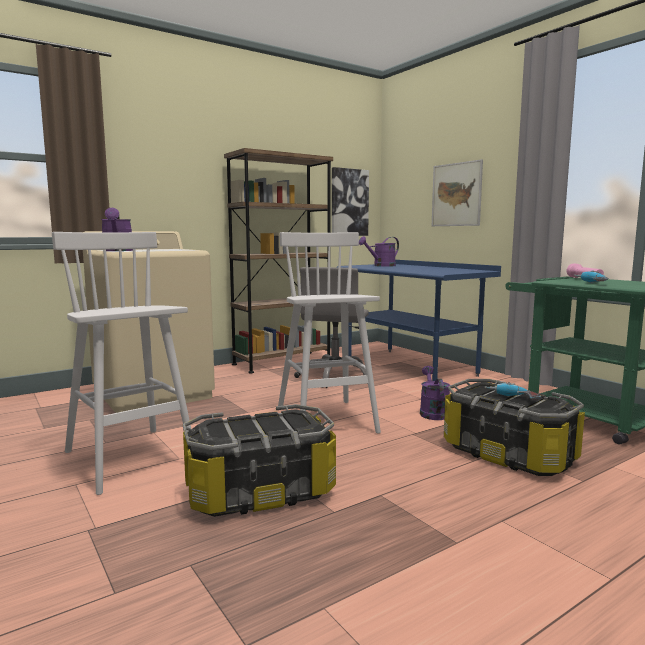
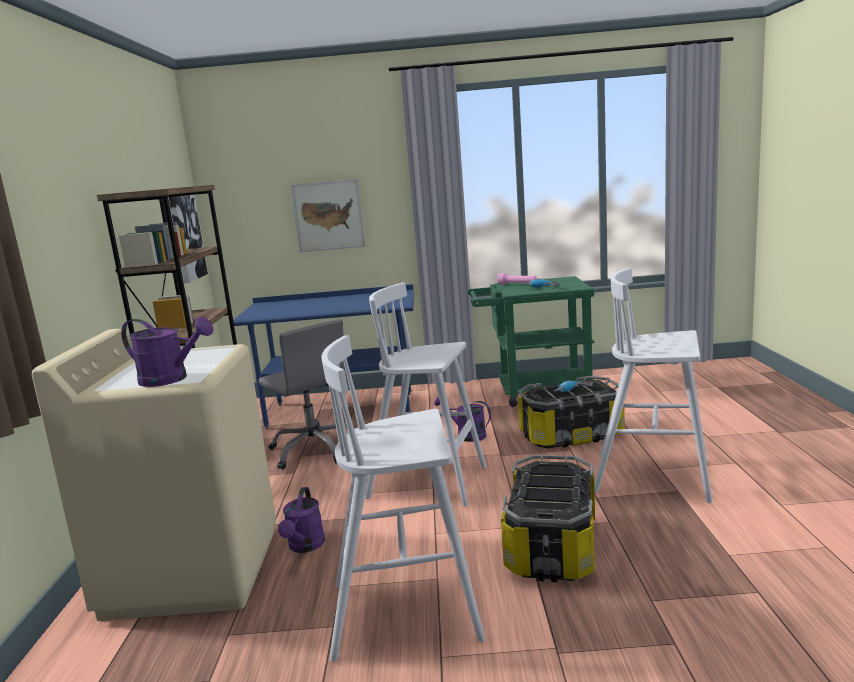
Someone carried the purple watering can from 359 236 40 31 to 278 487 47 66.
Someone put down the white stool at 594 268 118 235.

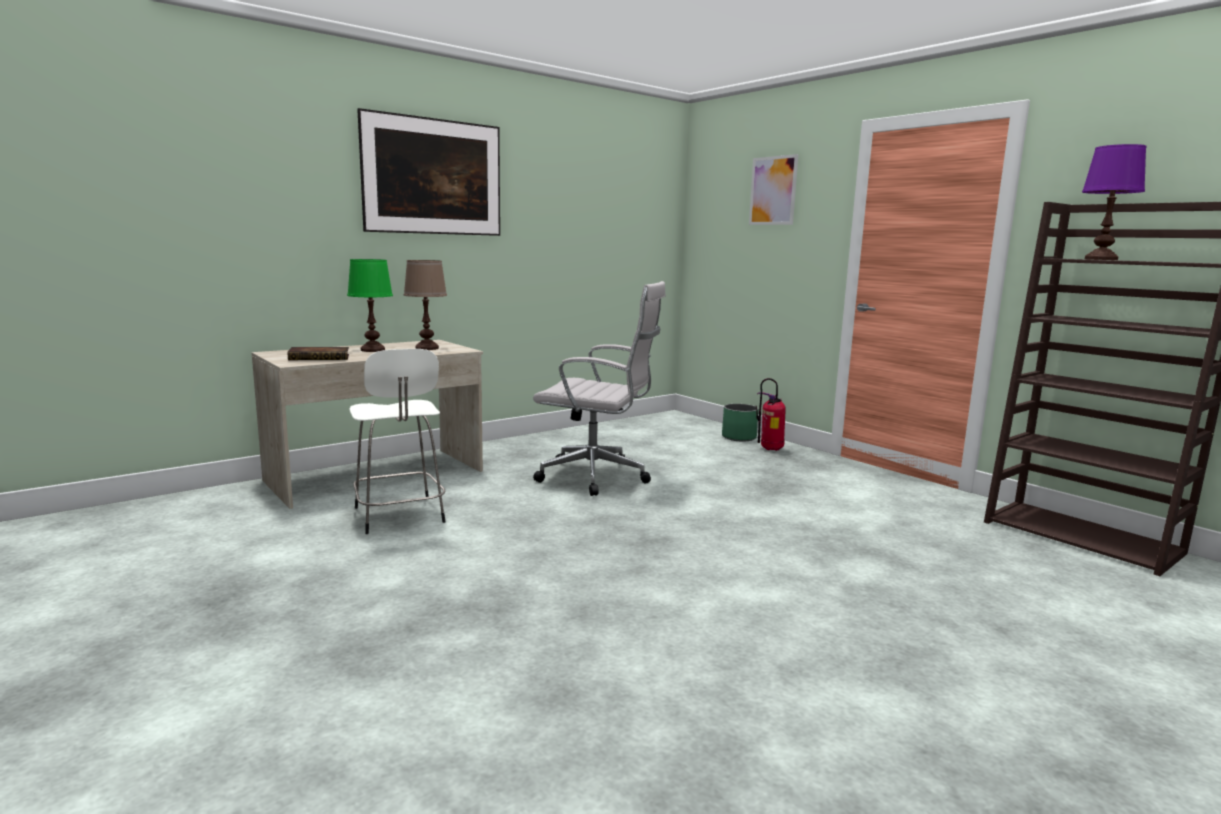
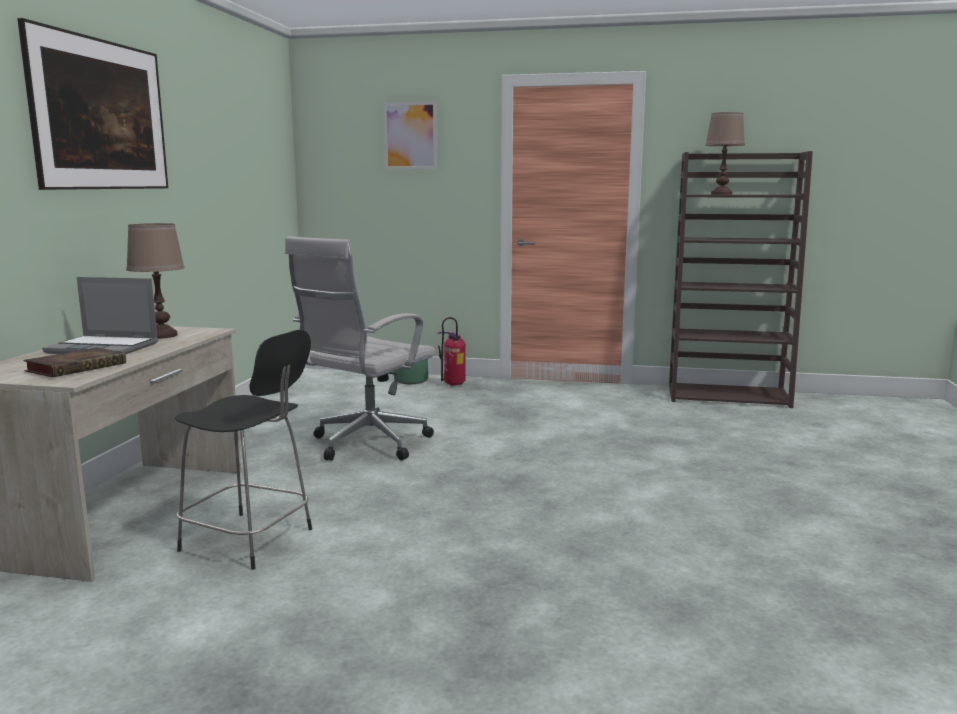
Someone repainted the purple table lamp at 1082 144 64 116, which became the brown table lamp at 705 112 40 83.
Someone swapped the green table lamp at 347 259 46 93 for the laptop at 42 277 116 77.
Someone rotated the white office chair at 533 281 133 215 by 150 degrees clockwise.
Someone repainted the white stool at 350 349 95 185, which became the black stool at 175 330 137 240.

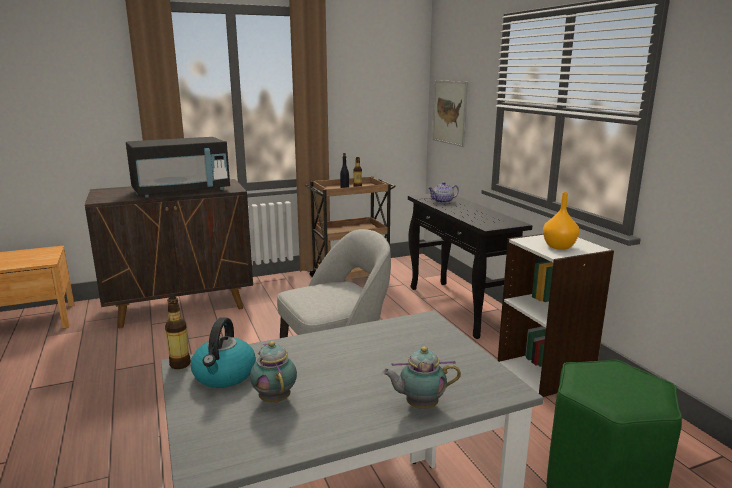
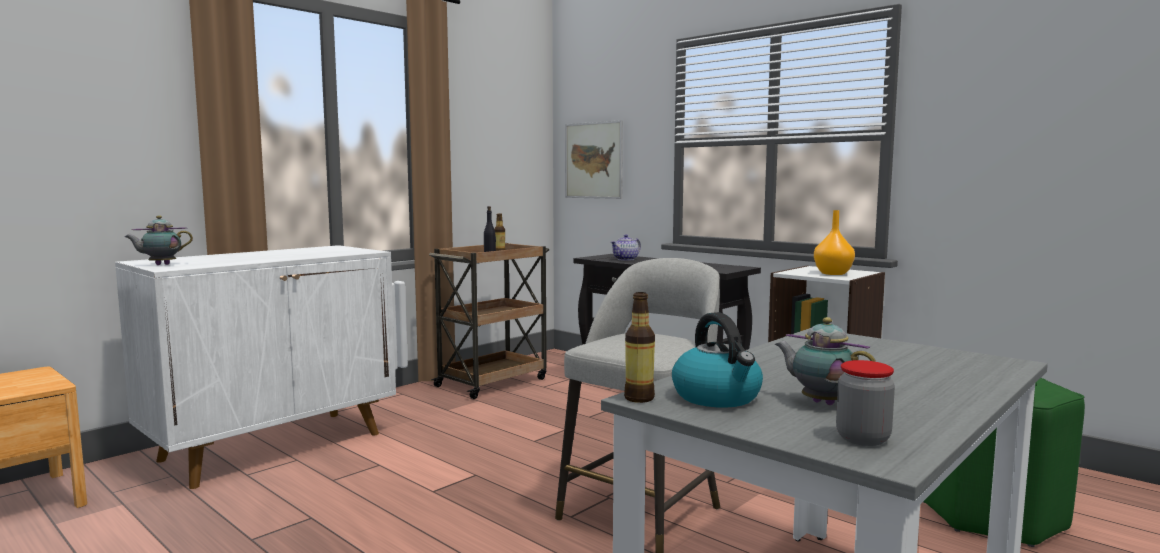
Someone took away the black microwave at 126 137 104 61.
Someone repainted the brown cabinet at 85 179 168 149, which became the white cabinet at 115 245 281 244.
Someone carried the teapot from 382 346 79 63 to 125 215 68 50.
Someone put down the jar at 836 360 59 86.

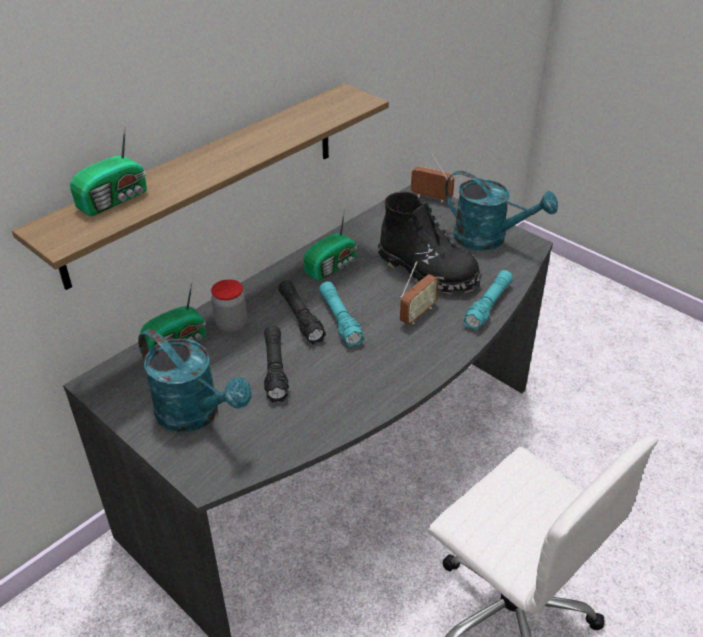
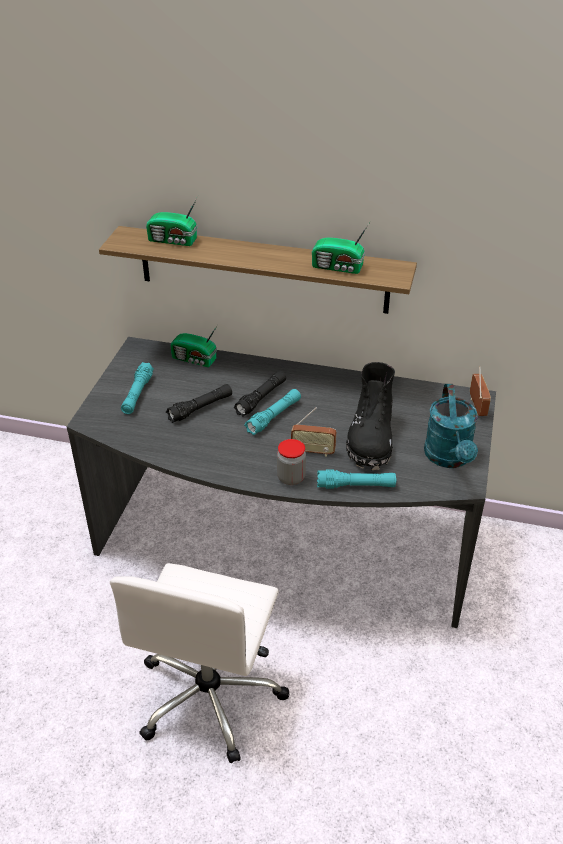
Someone carried the radio from 303 207 54 74 to 312 222 58 52.
Someone carried the jar from 211 279 36 54 to 277 439 29 46.
Someone swapped the turquoise watering can at 138 329 114 103 for the turquoise flashlight at 121 362 33 52.

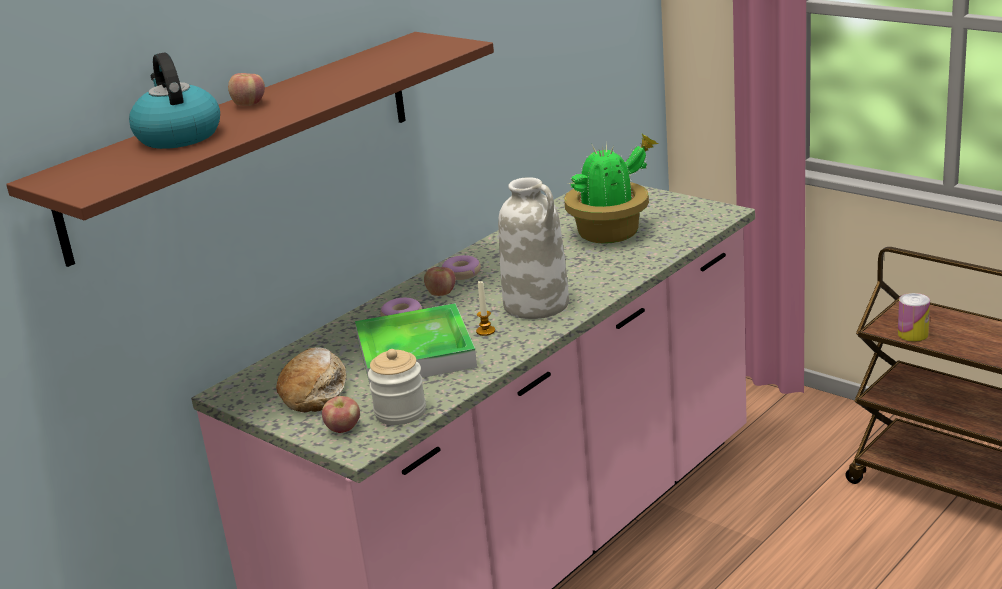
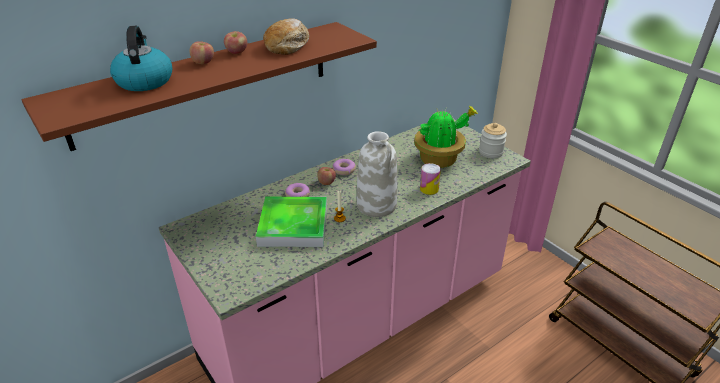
Someone carried the can from 898 293 32 49 to 420 163 21 32.
Someone carried the bread from 276 347 71 65 to 263 18 46 37.
Someone carried the jar from 368 349 58 76 to 479 123 28 35.
Someone carried the apple from 322 396 38 37 to 224 31 23 23.

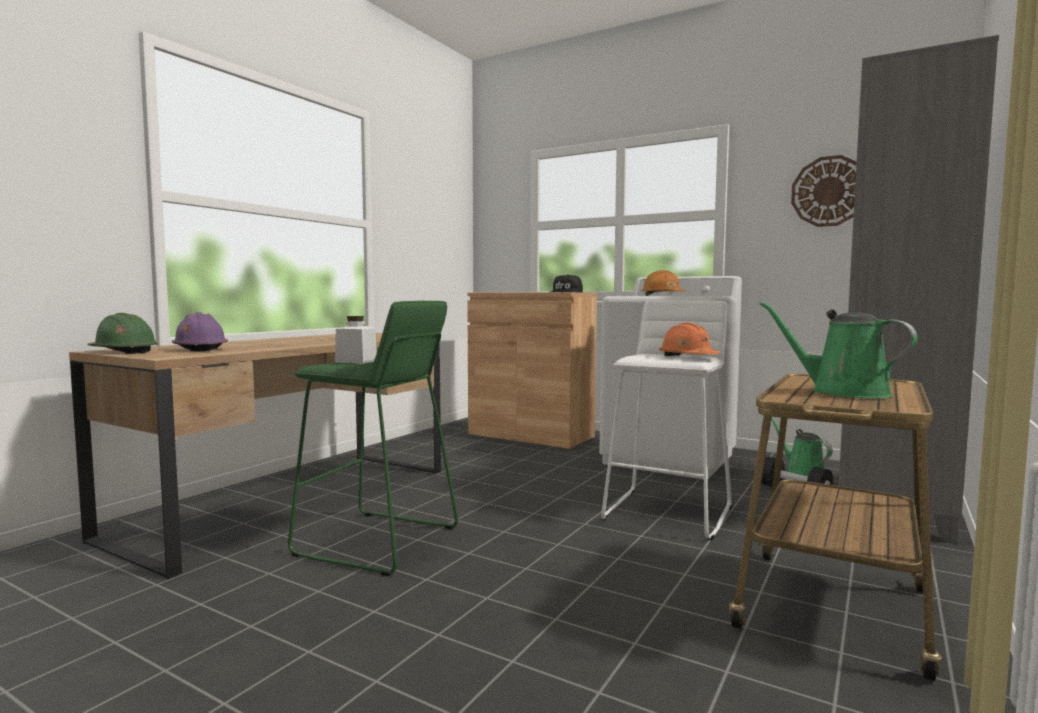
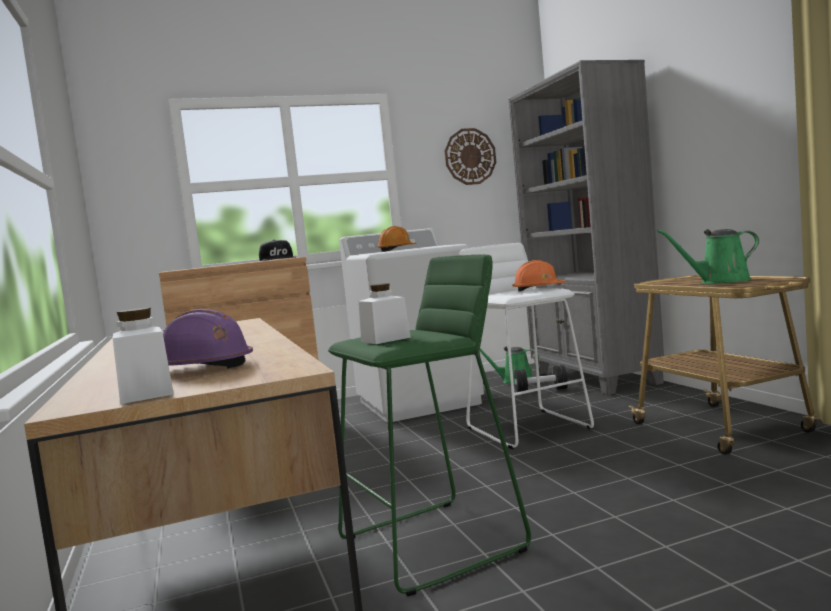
Someone swapped the green hard hat at 87 313 71 41 for the white jar at 113 308 61 96.

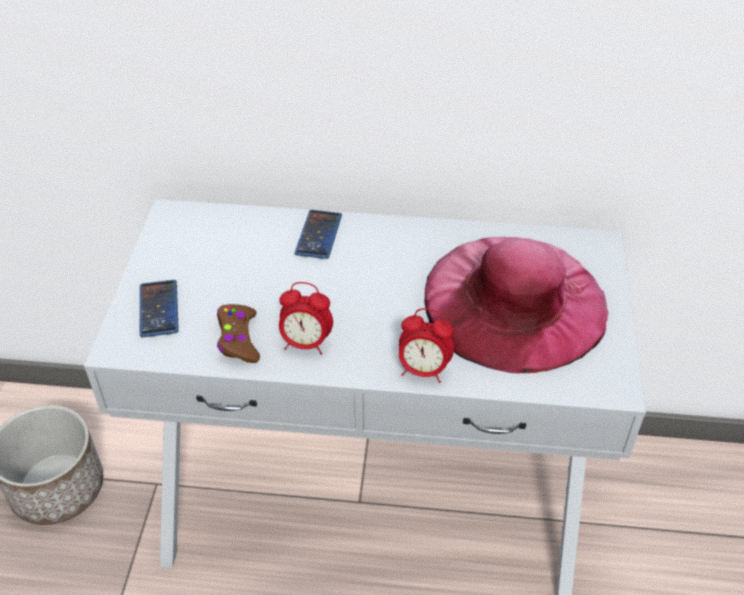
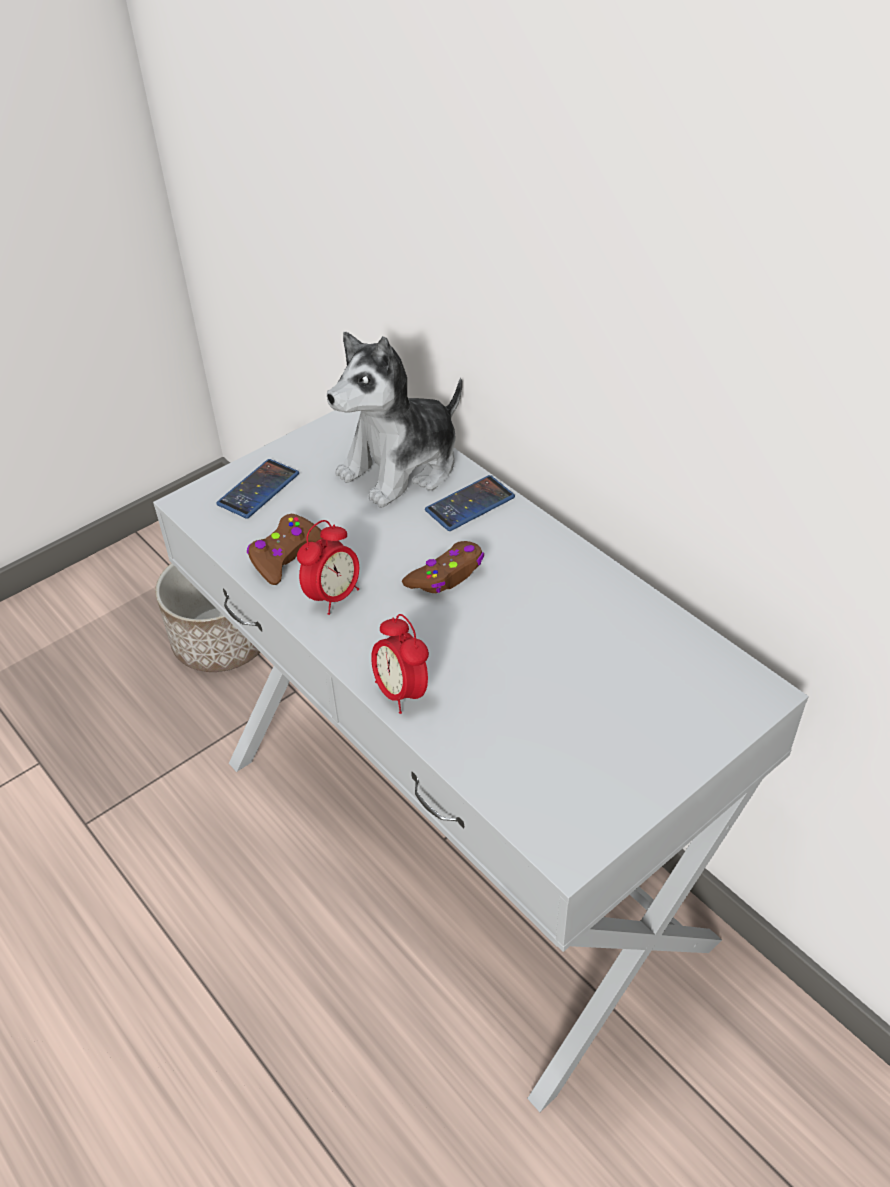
Someone took away the pink hat at 424 237 184 136.
Someone rotated the alarm clock at 279 282 54 73 by 105 degrees counterclockwise.
Someone put down the plush toy at 327 332 135 176.
Someone put down the brown game controller at 402 541 82 52.

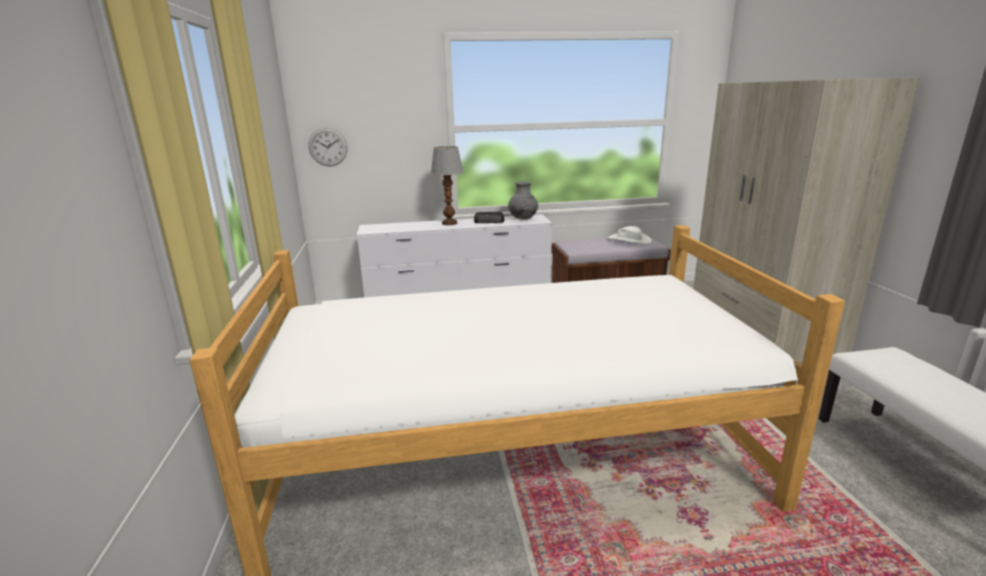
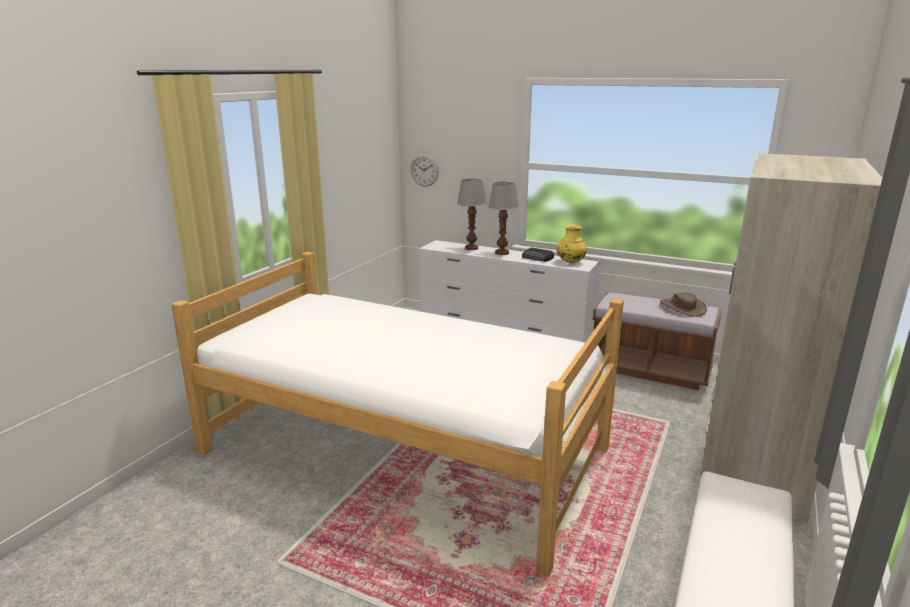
Someone repainted the grey vase at 508 181 30 39, which became the yellow vase at 556 225 31 38.
Someone repainted the white hat at 607 226 45 18, which became the brown hat at 660 293 47 24.
Someone put down the table lamp at 457 179 30 71.

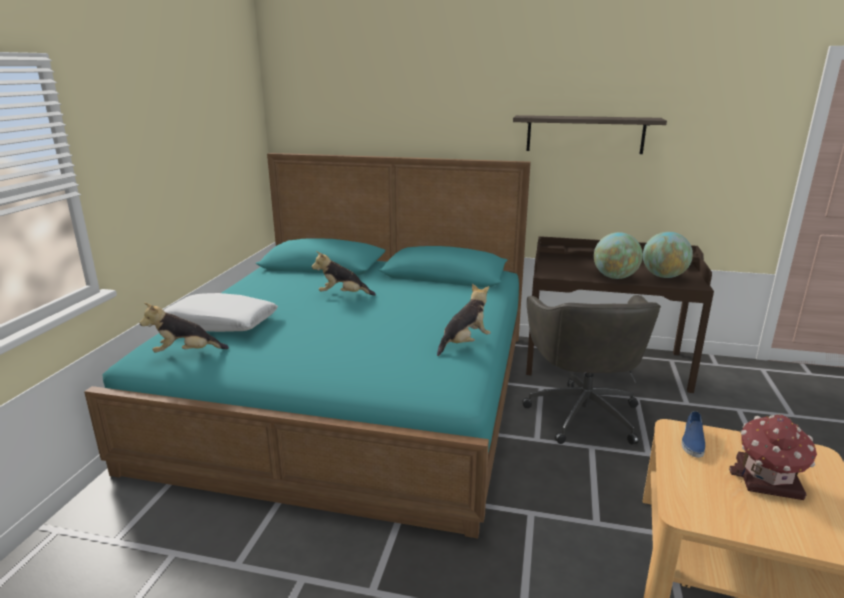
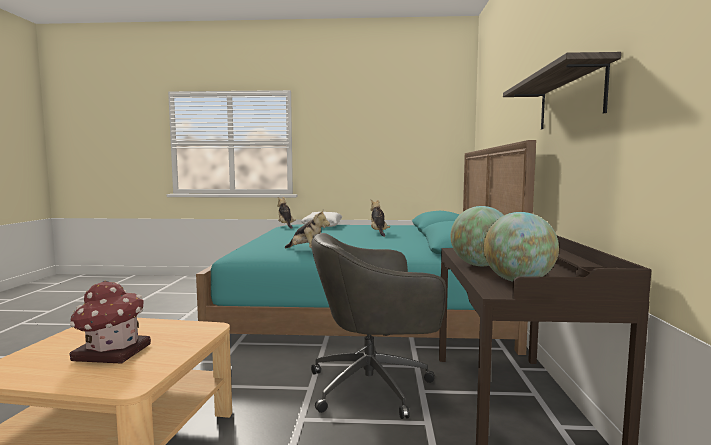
Someone took away the blue shoe at 681 411 24 47.

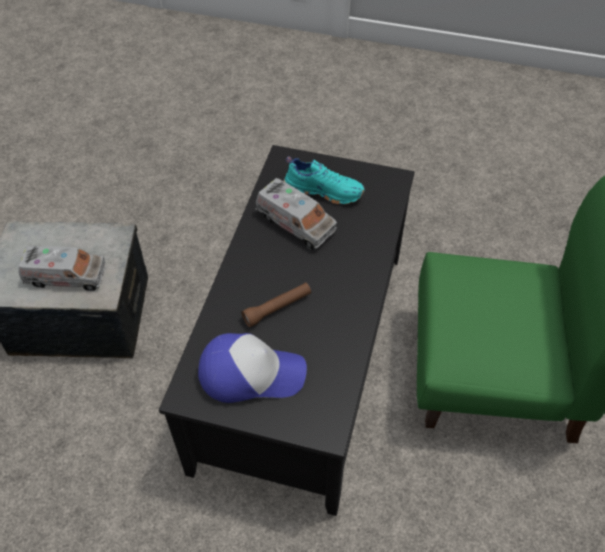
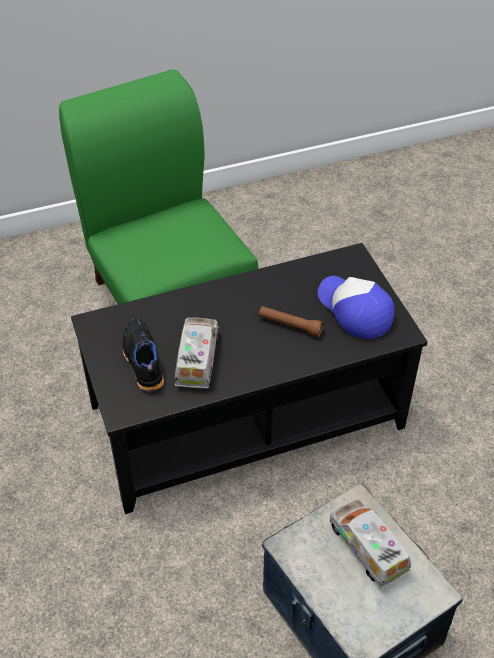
Someone repainted the turquoise shoe at 284 156 81 48, which became the black shoe at 123 319 41 72.

